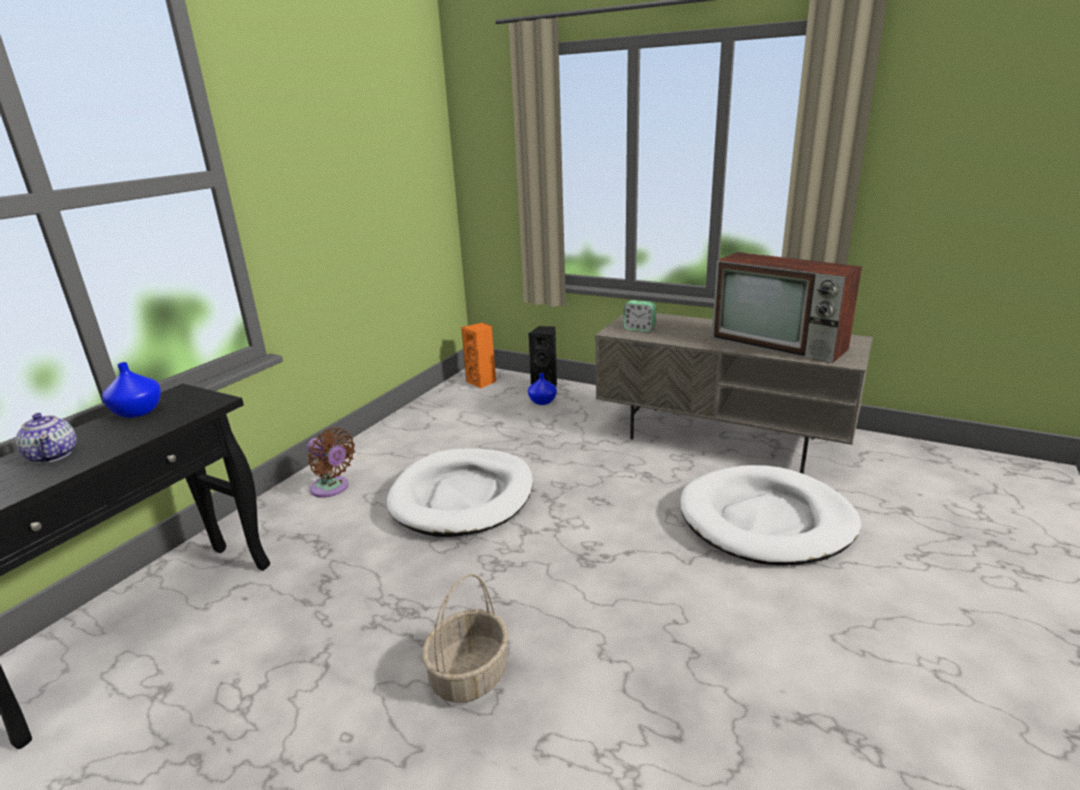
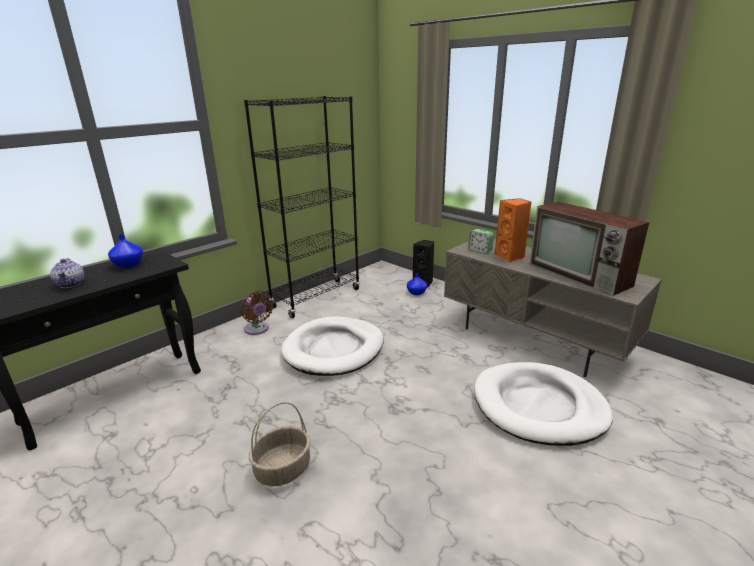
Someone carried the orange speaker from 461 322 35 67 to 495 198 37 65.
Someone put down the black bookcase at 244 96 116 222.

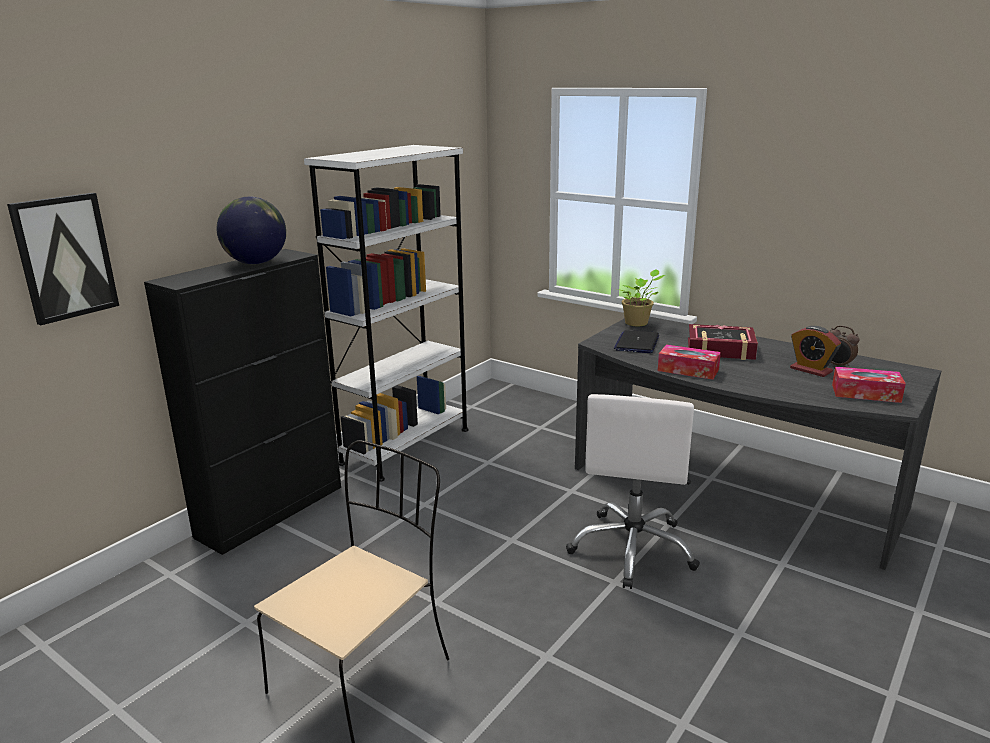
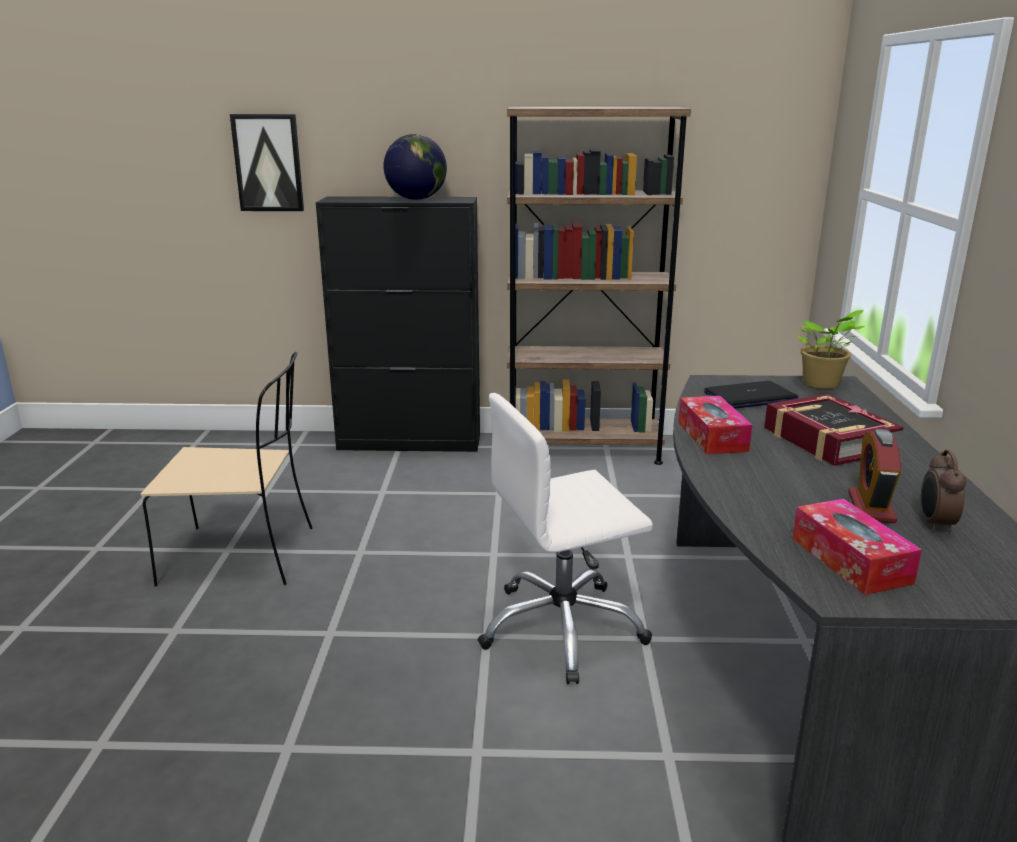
Someone repainted the white bookcase at 304 145 165 337, which became the brown bookcase at 507 107 184 358.

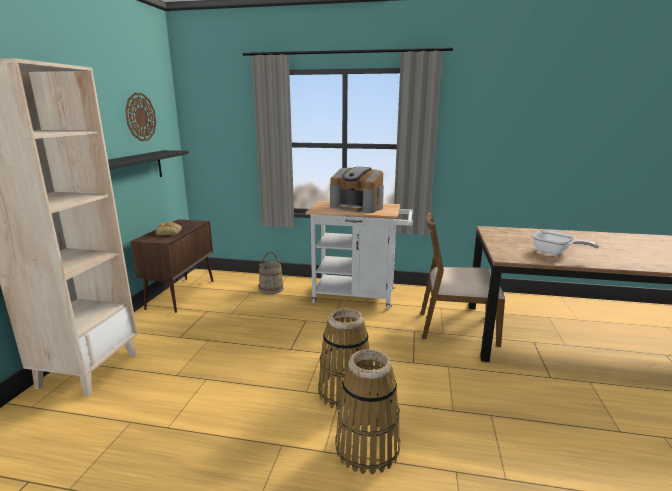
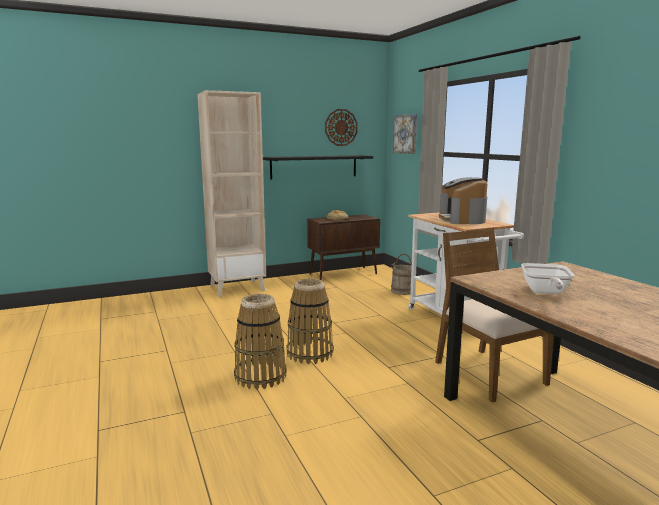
Someone put up the picture at 393 114 24 40.

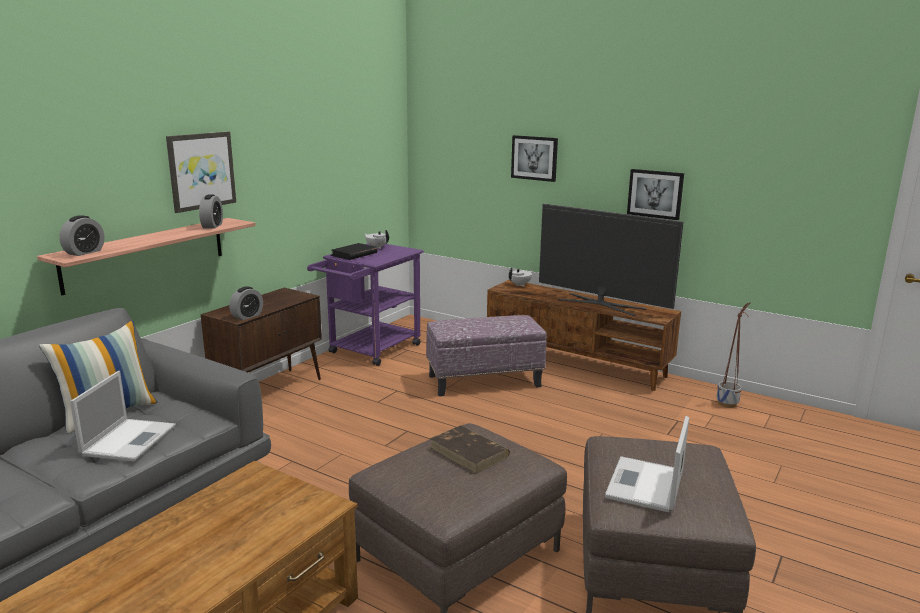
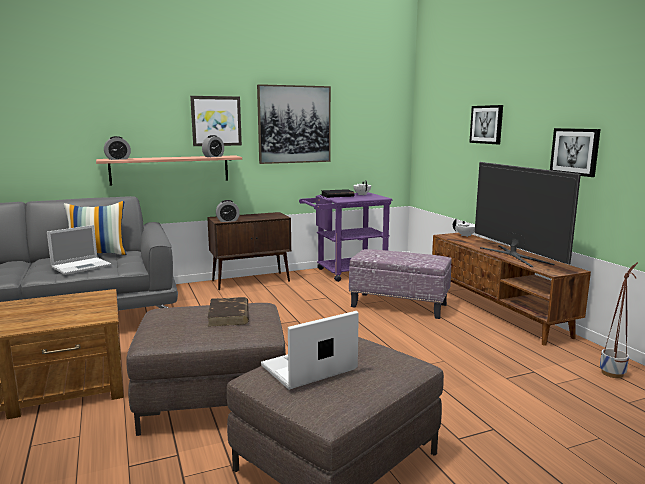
Someone put up the picture at 257 84 74 80.

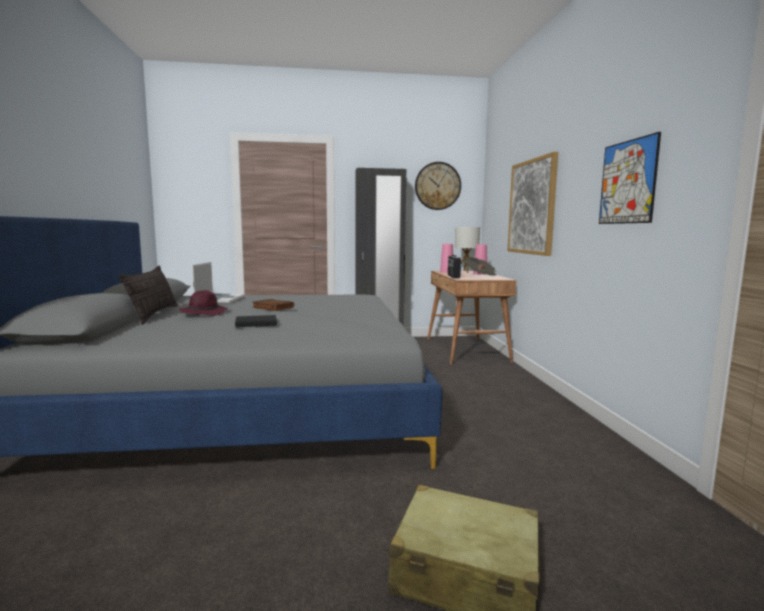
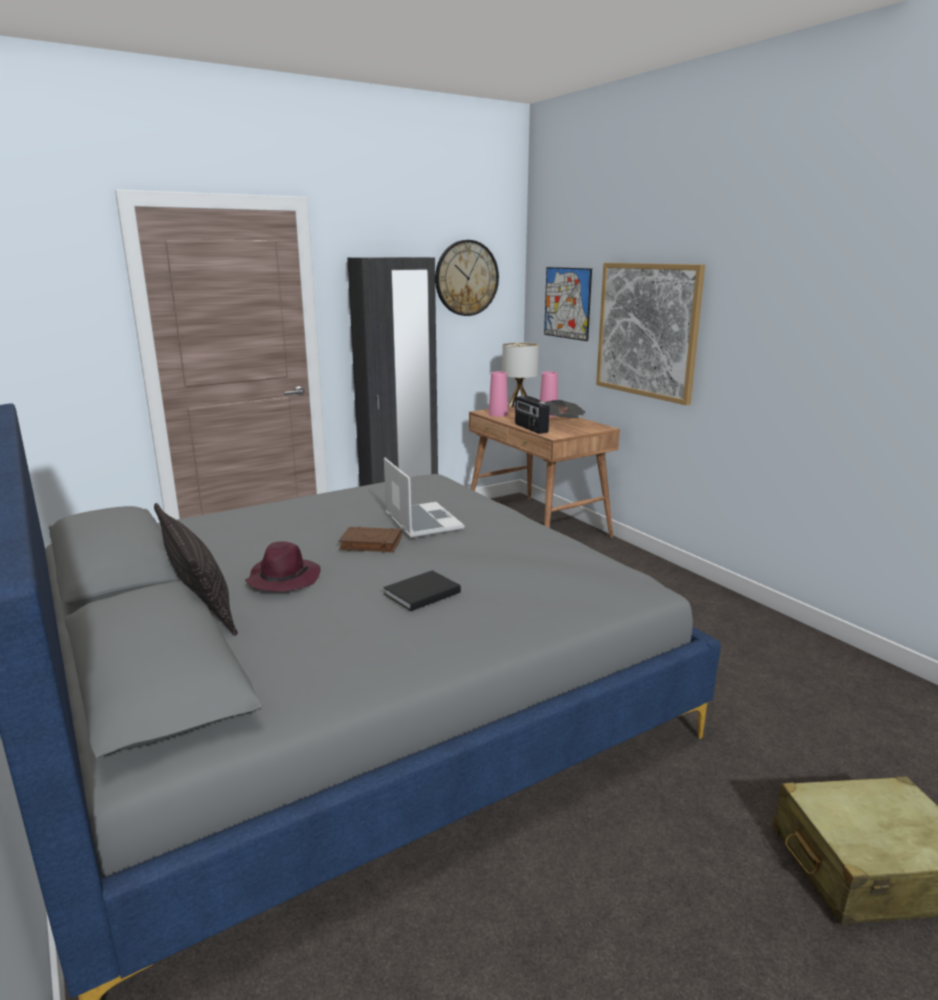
Someone carried the picture from 599 132 62 92 to 544 267 48 74.
Someone carried the laptop from 192 262 52 42 to 384 458 81 80.

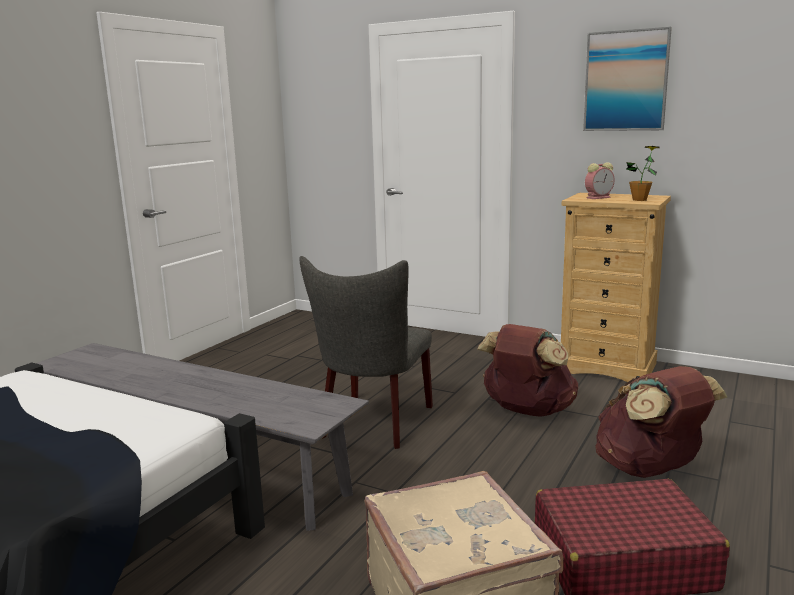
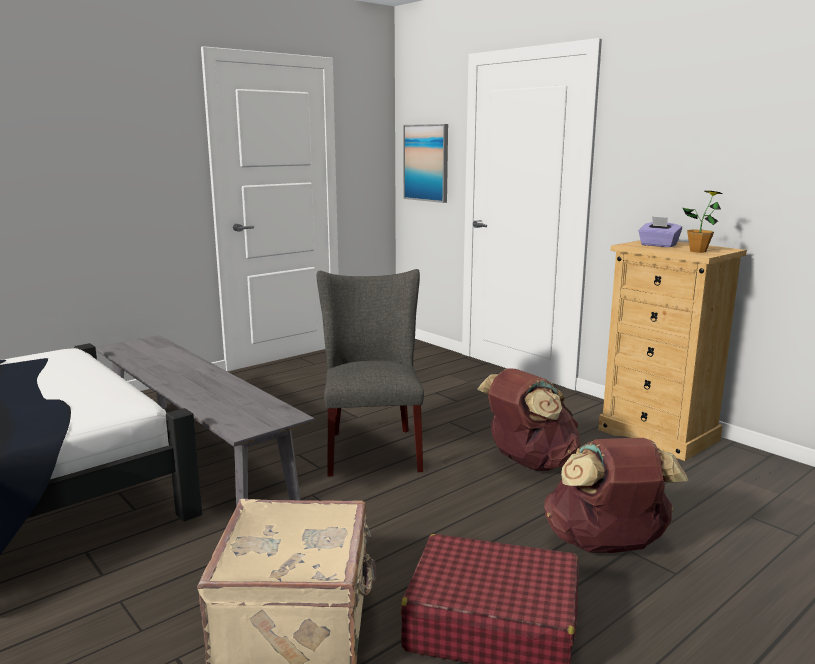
Someone carried the picture from 583 27 89 104 to 403 124 45 79.
Someone swapped the alarm clock at 585 162 30 37 for the purple tissue box at 638 216 44 31.
Someone rotated the grey chair at 300 256 133 193 by 135 degrees clockwise.

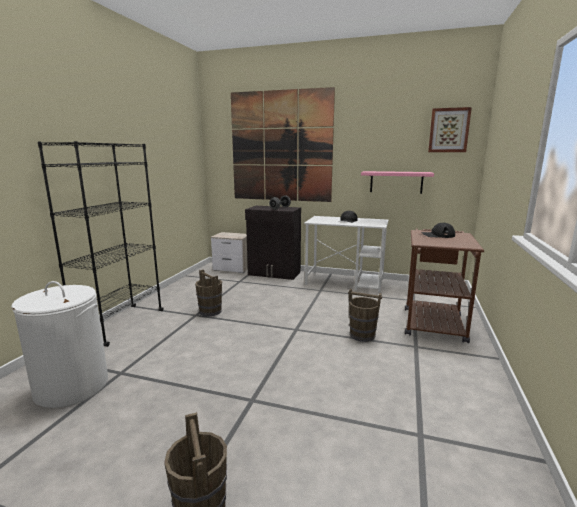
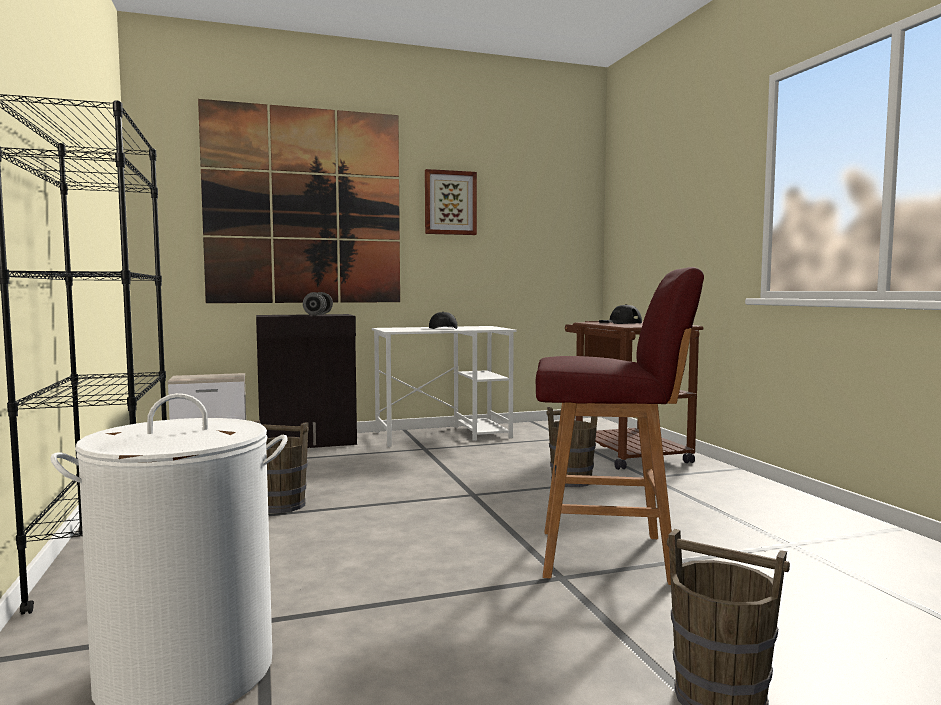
Someone carried the picture from 428 107 44 45 to 425 169 52 66.
Someone took away the pink shelf at 361 171 73 23.
Someone put down the red stool at 536 267 168 318.

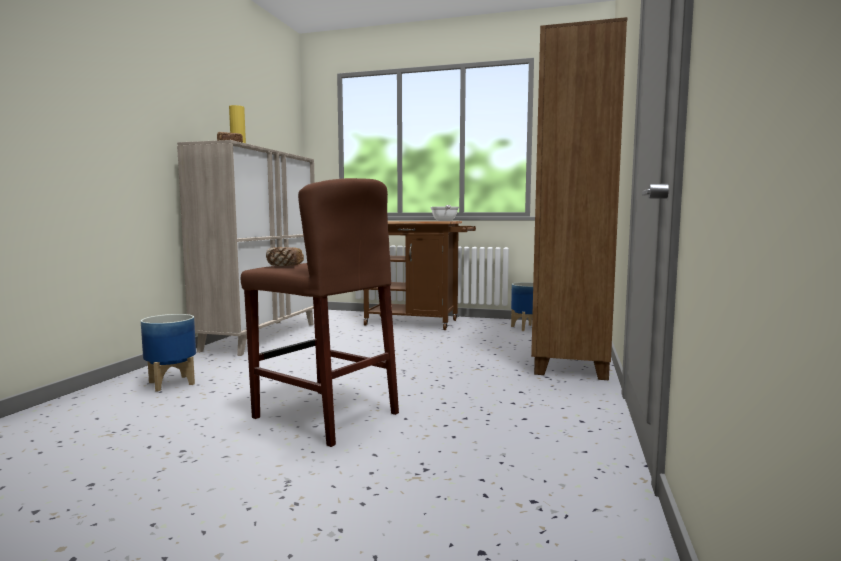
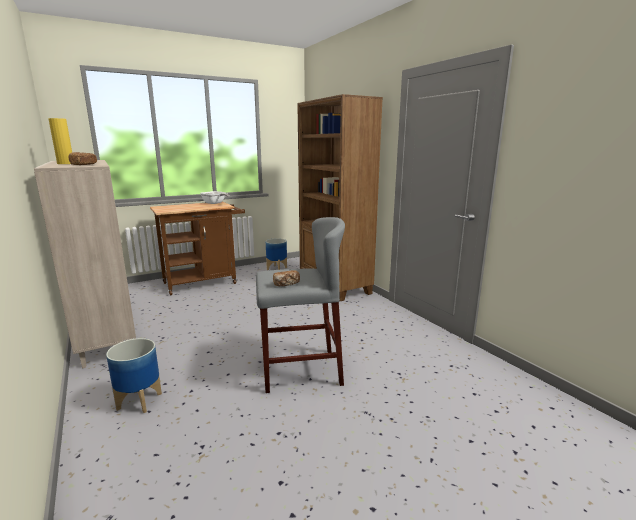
Someone repainted the brown stool at 241 178 158 269, which became the grey stool at 256 217 89 176.

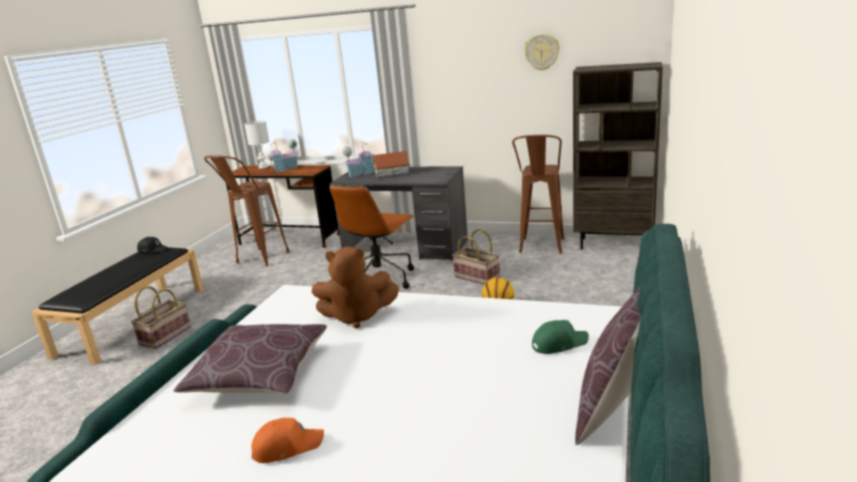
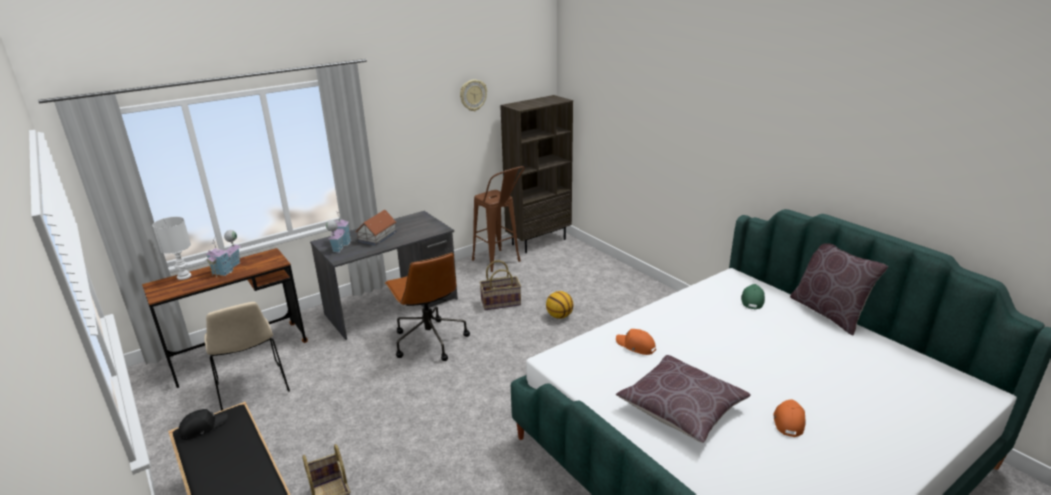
Someone swapped the brown stool at 204 155 86 111 for the beige chair at 204 302 86 109.
Someone swapped the brown plush toy at 311 246 88 83 for the orange cap at 616 329 40 26.

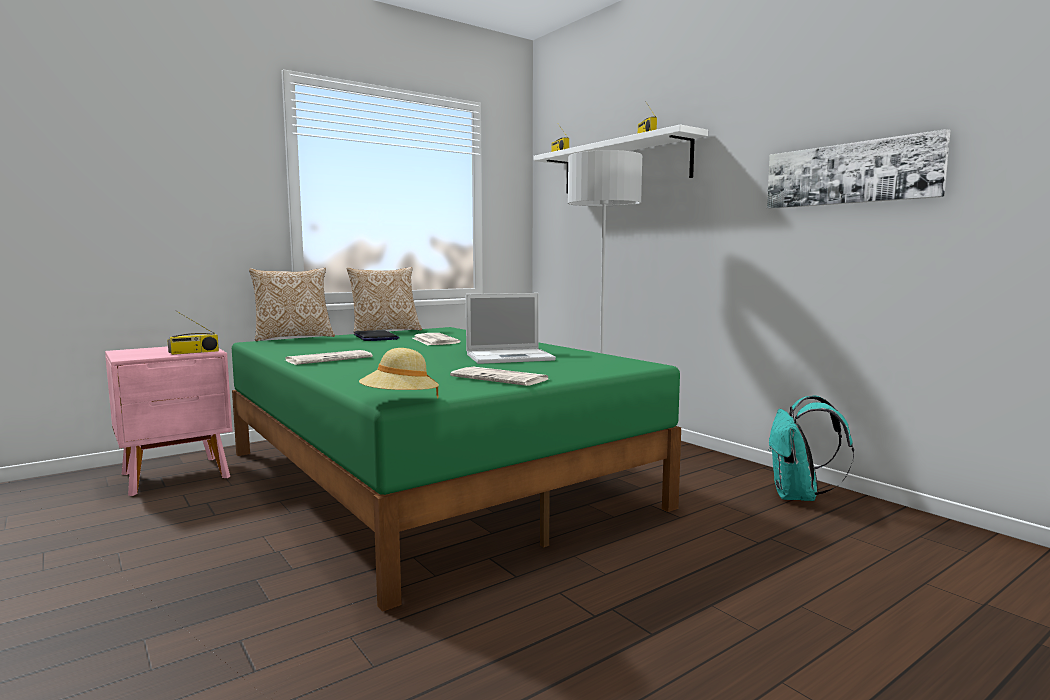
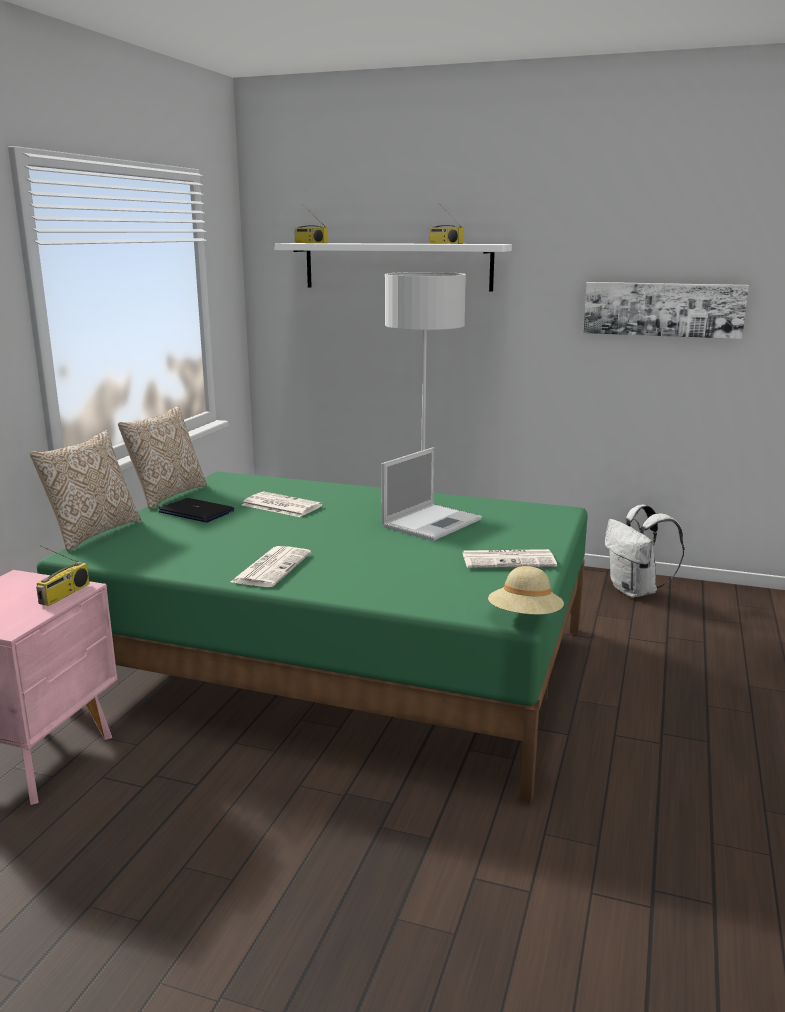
Someone repainted the turquoise backpack at 768 395 86 106, which became the white backpack at 605 505 80 93.

